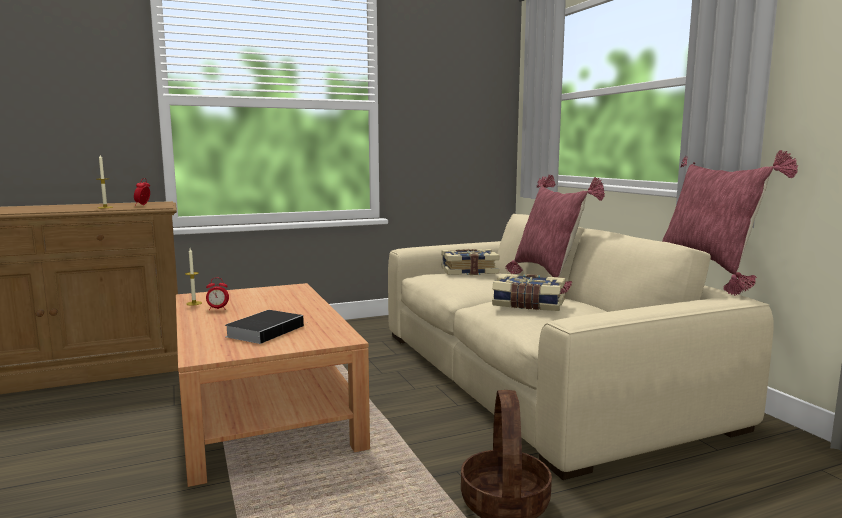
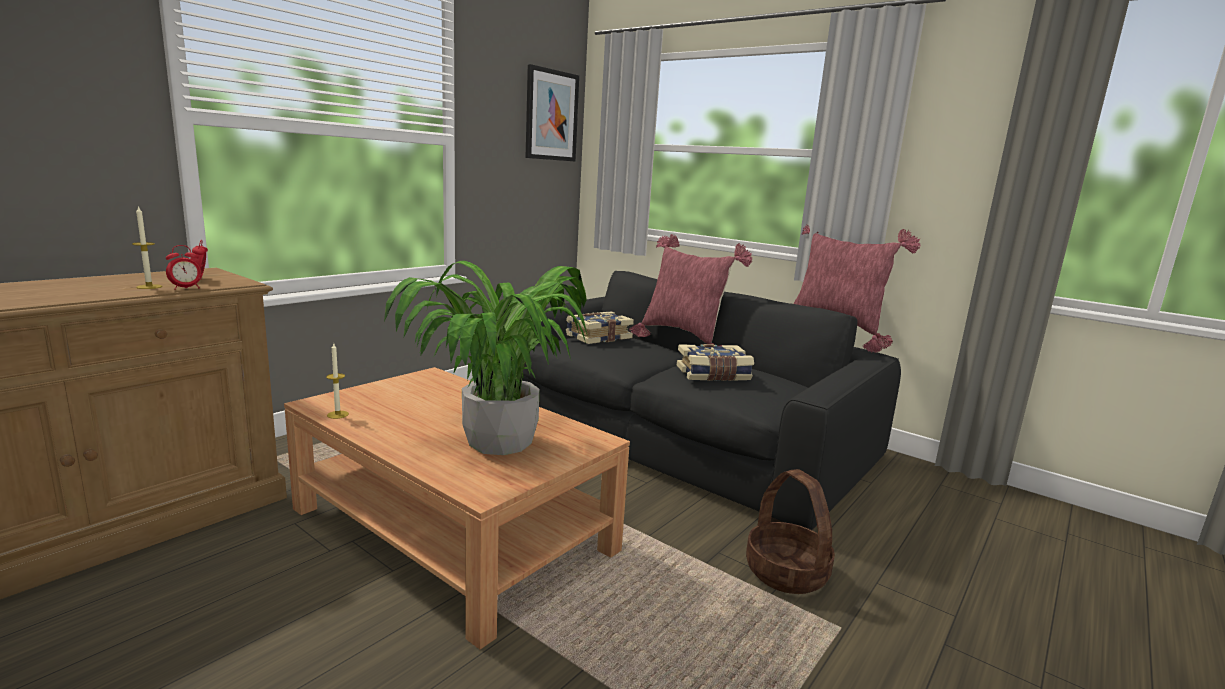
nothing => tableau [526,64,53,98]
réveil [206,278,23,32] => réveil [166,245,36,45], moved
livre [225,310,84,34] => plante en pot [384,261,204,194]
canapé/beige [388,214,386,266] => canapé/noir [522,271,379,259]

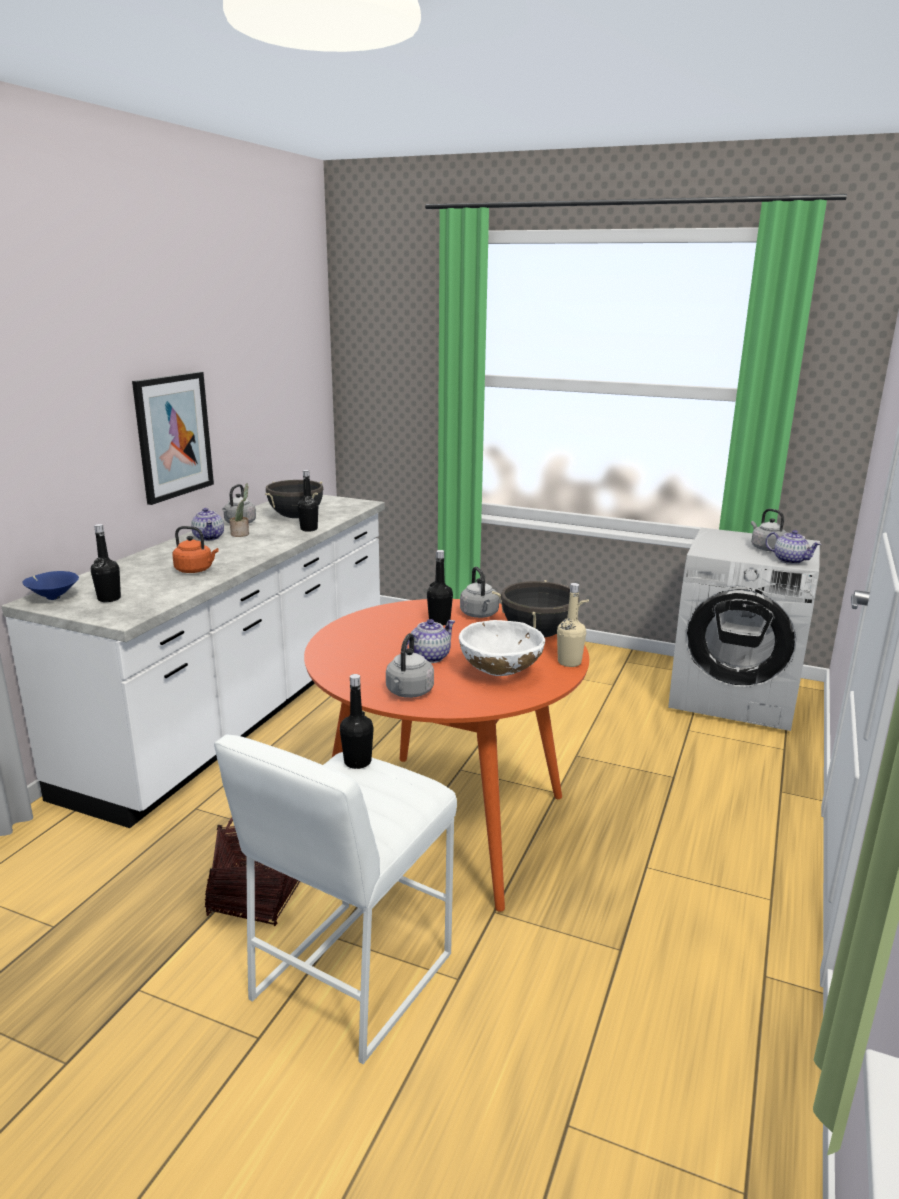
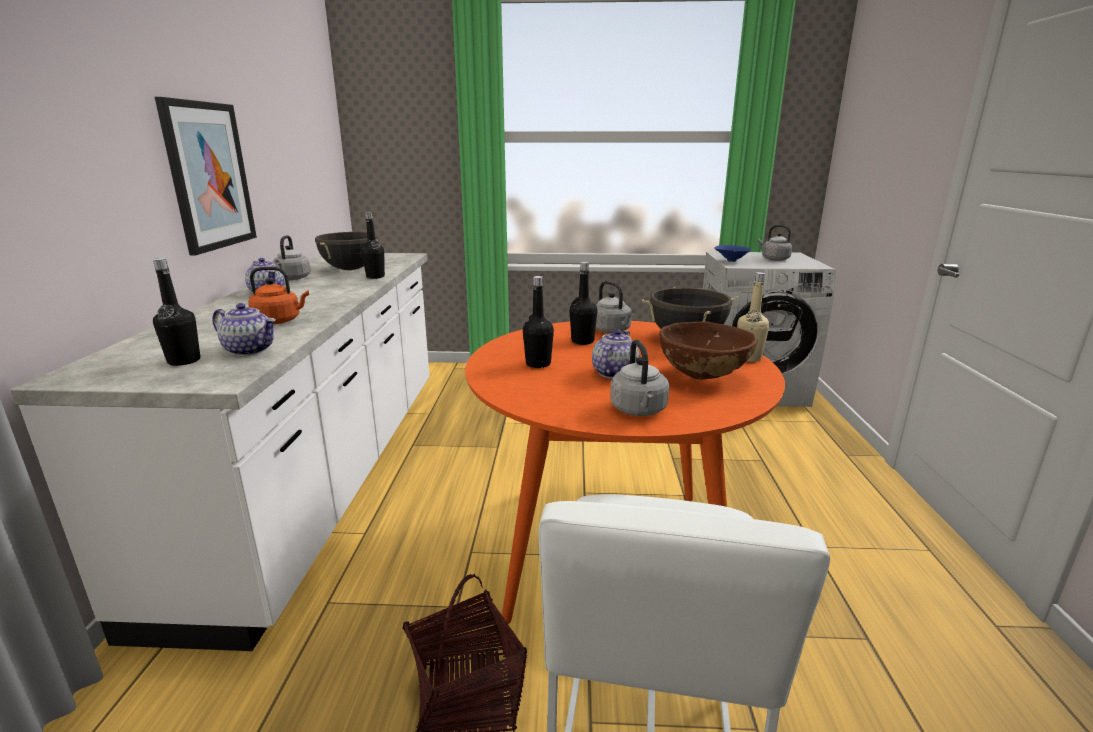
plante en pot [229,483,20,54] => nothing
bol/bleu [22,571,57,29] => bol/bleu [714,245,37,17], moved
bouteille/noir [340,674,34,95] => bouteille/noir [523,276,31,92], moved
théière [766,530,55,34] => théière [212,303,64,53], moved
bol/blanc [459,620,86,56] => bol/marron [659,322,99,58]

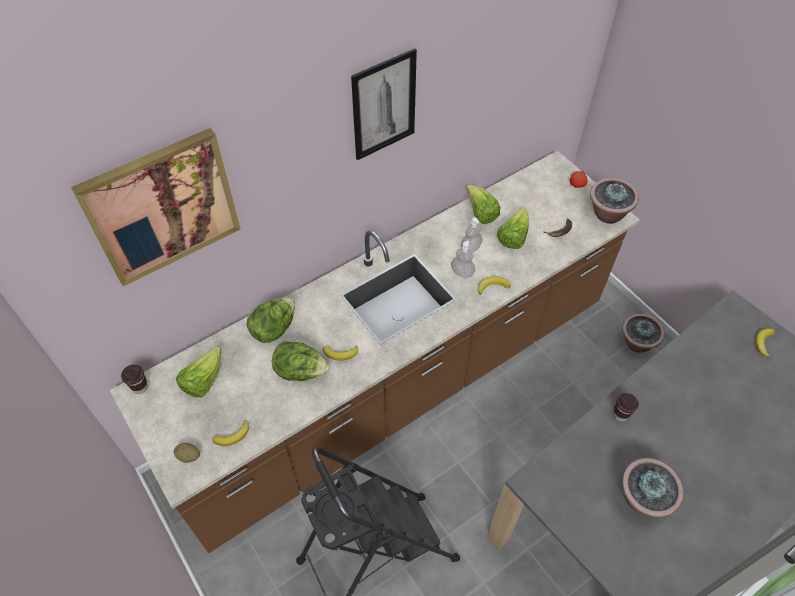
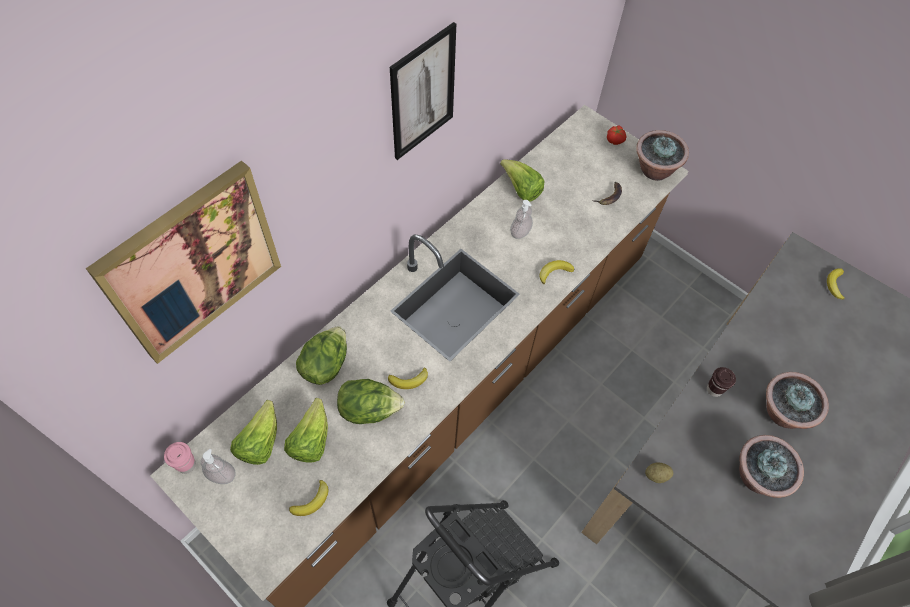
pomme de terre [174,443,26,20] => pomme de terre [645,463,28,20], moved
distributeur de savon [451,241,24,37] => distributeur de savon [200,449,36,35], moved
laitue [497,207,32,42] => laitue [284,398,44,65], moved
plante en pot [622,314,43,39] => plante en pot [766,372,63,57], moved
tasse/marron [121,364,27,30] => tasse/rose [164,442,32,32]

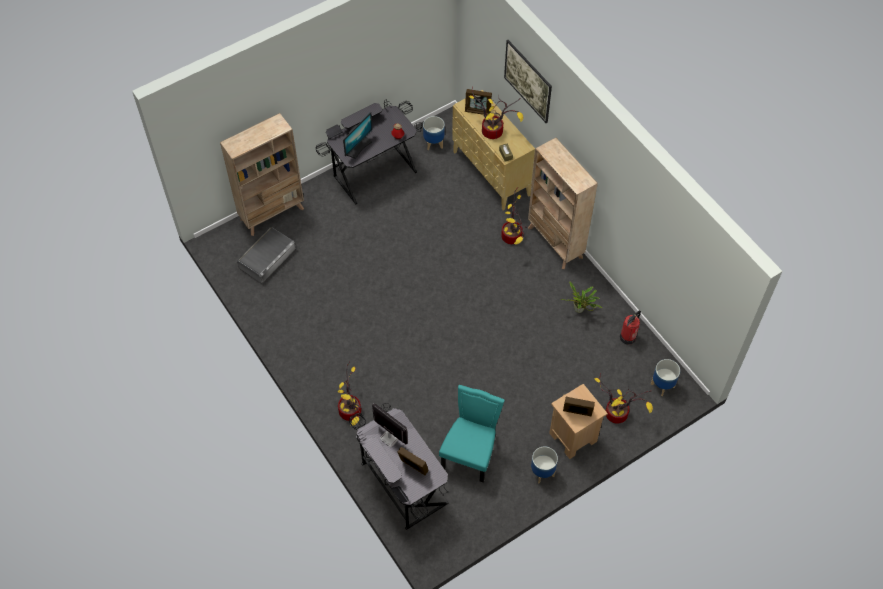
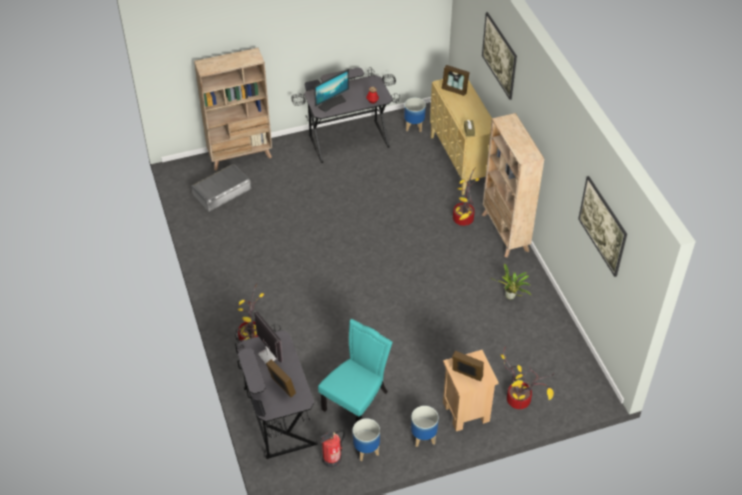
plante en pot [469,88,55,51] => nothing
nothing => tableau [578,176,49,101]
extincteur [620,311,21,34] => extincteur [321,429,25,38], moved
cache-pot [651,359,29,37] => cache-pot [353,418,27,43], moved

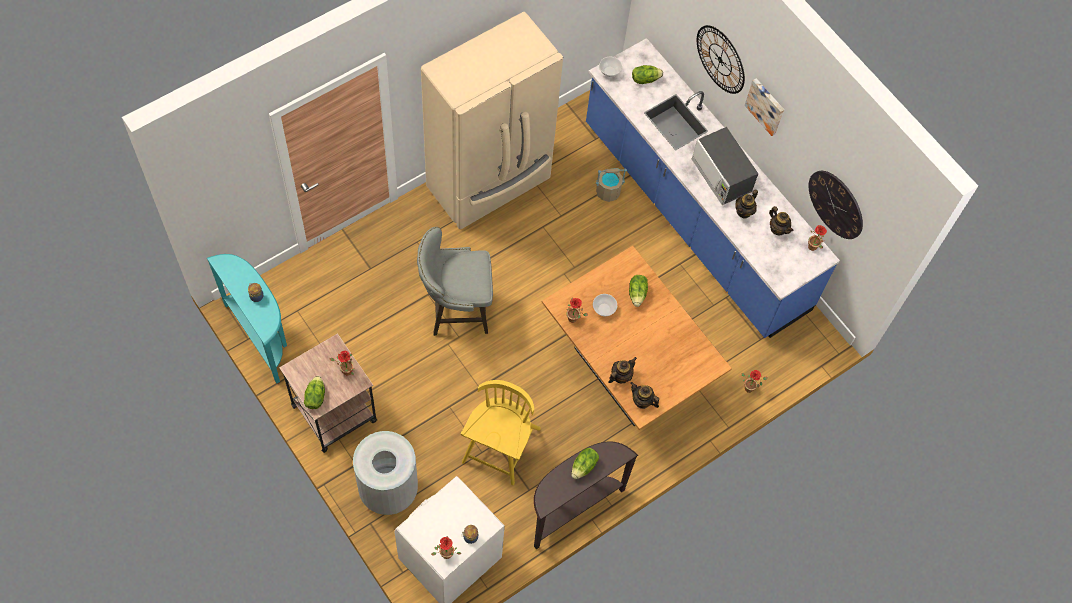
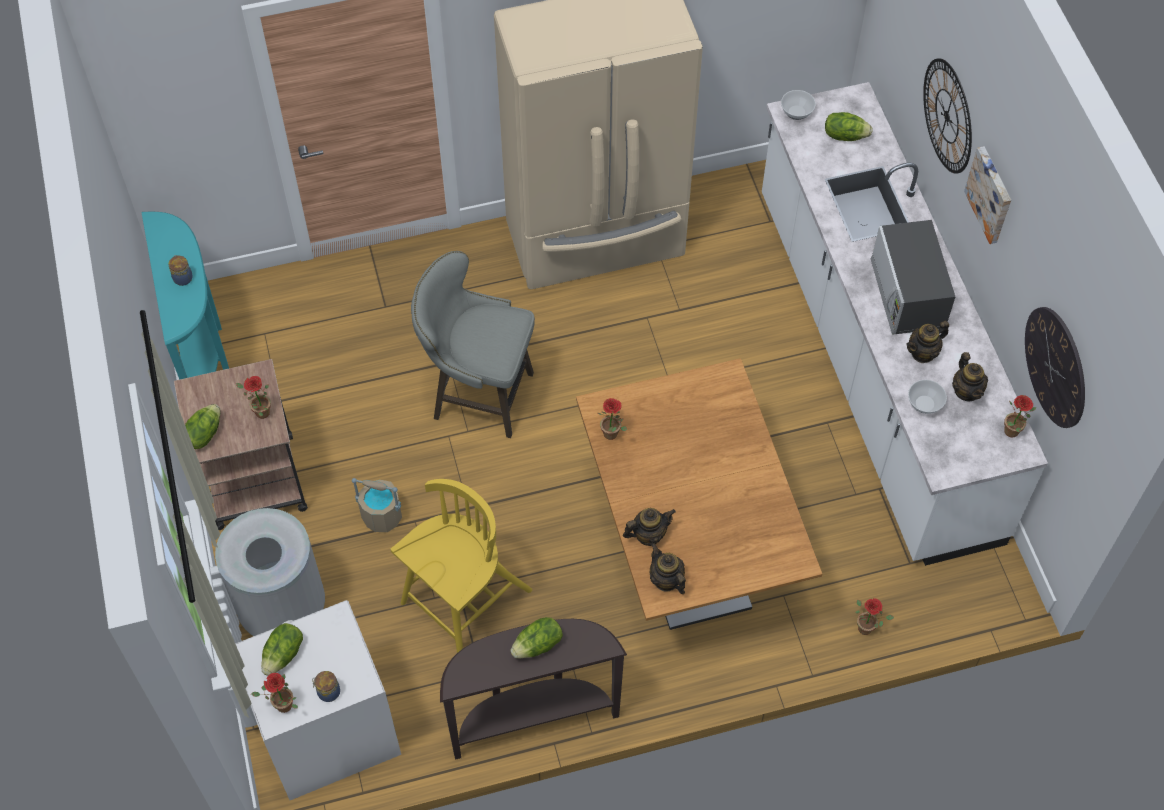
bol [593,294,24,22] => bol [908,380,39,34], moved
seau/beige [596,168,31,34] => seau/beige [352,478,50,54], moved
laitue [629,275,19,32] => laitue [261,623,42,53], moved
comptoir de cuisine/bleu [586,38,254,300] => comptoir de cuisine/blanc [762,82,286,484]

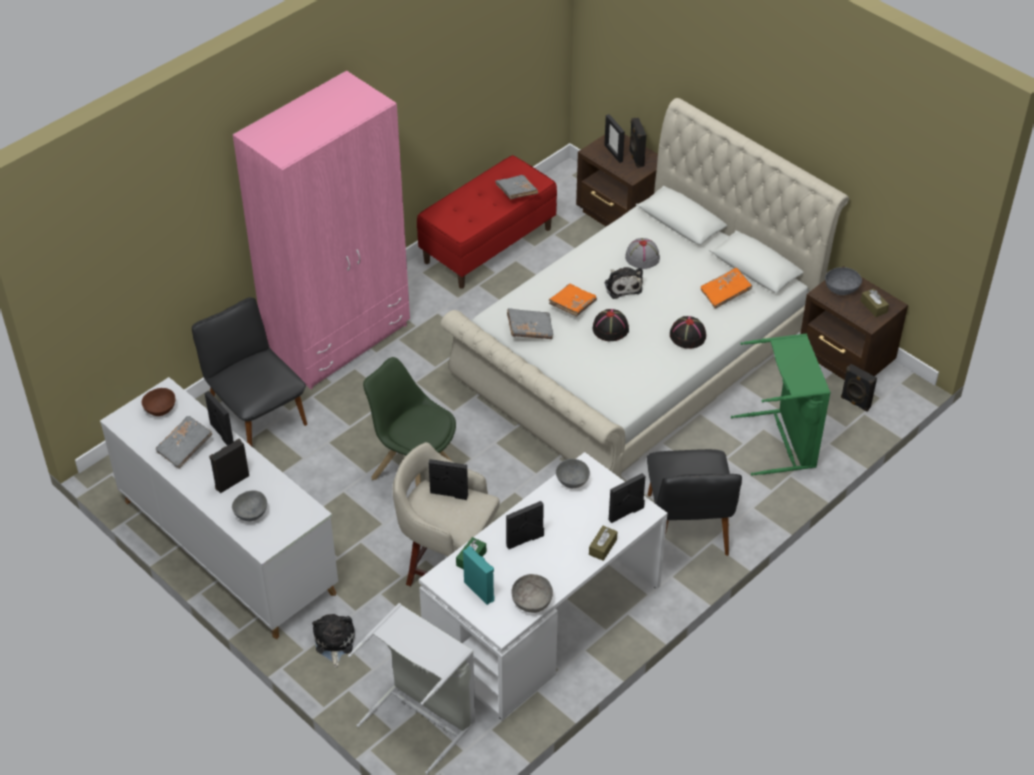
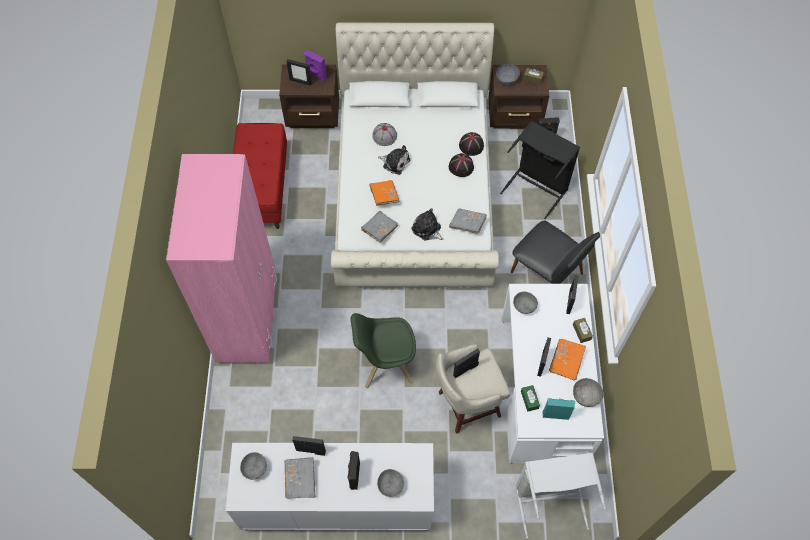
chaise/noir [192,297,115,149] => nothing
peluche [312,614,43,53] => peluche [412,208,32,32], moved
livre/gris [495,175,43,25] => livre/gris [449,208,38,26], moved
chapeau/noir [593,309,36,32] => chapeau/noir [459,132,25,24], moved
livre/orange [701,268,51,41] => livre/orange [549,339,37,42], moved
bol/marron [142,388,33,28] => bol/gris [240,452,27,28]
enceinte/noir [629,118,17,50] => enceinte/violet [304,50,23,31]
panier à linge/vert [731,333,100,143] => panier à linge/noir [500,121,80,98]

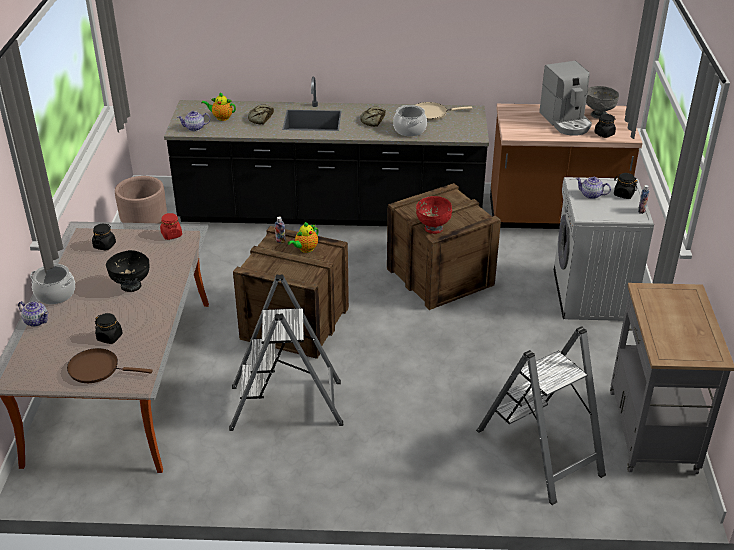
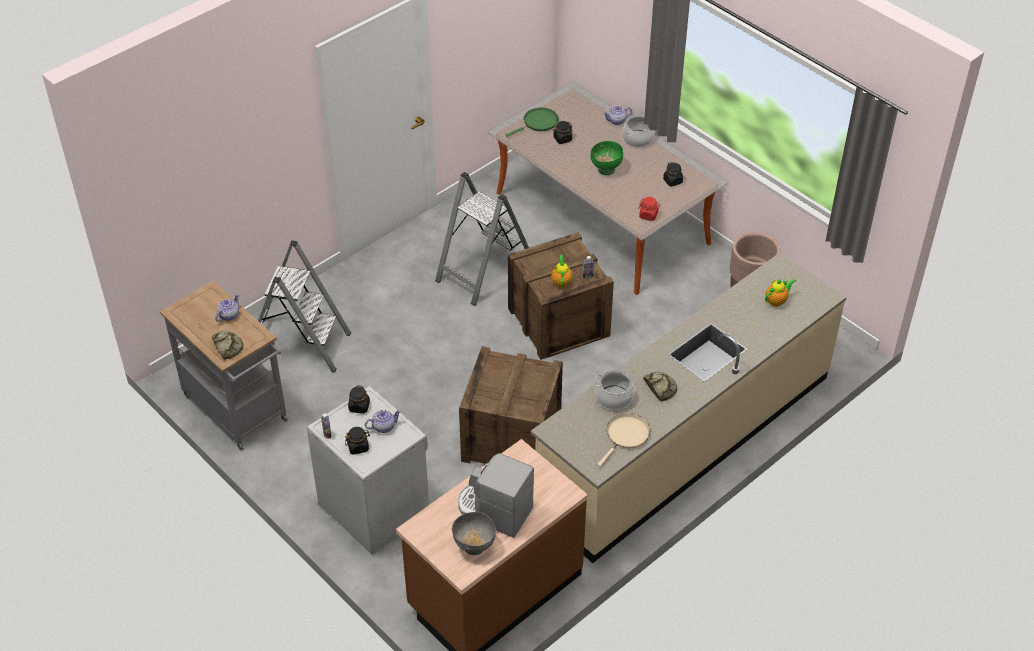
bol/rouge [416,196,36,38] => nothing
théière [177,111,33,20] => théière [215,294,24,28], moved
pain [248,104,26,21] => pain [212,331,31,29], moved
bocal/noir [594,114,22,24] => bocal/noir [348,385,22,28], moved
poêle/marron [67,348,85,35] => poêle/vert [506,108,53,29]
bol/noir [106,250,44,42] => bol/vert [591,141,32,34]
comptoir de cuisine/noir [164,77,325,149] => comptoir de cuisine/beige [531,253,315,310]

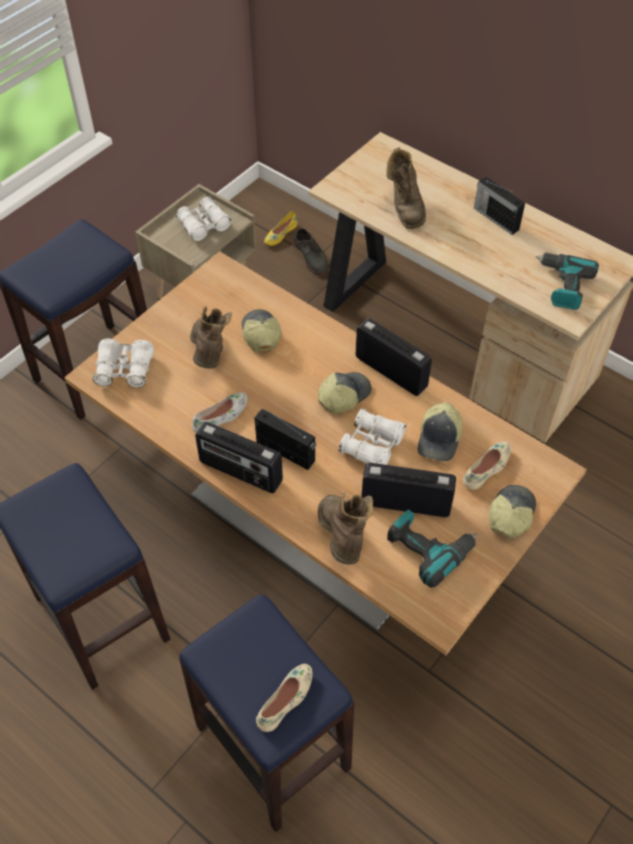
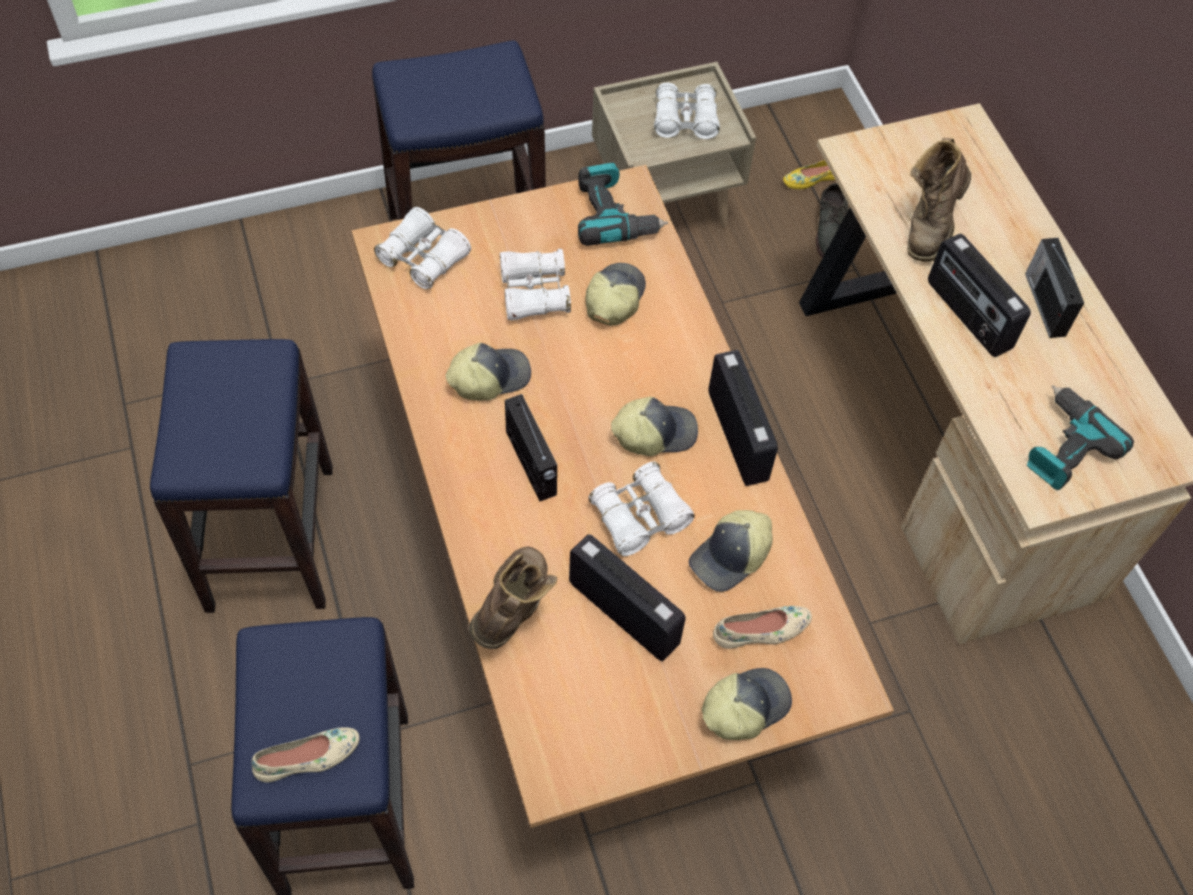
radio [195,422,88,71] => radio [928,234,103,123], moved
perceuse [387,510,90,78] => perceuse [578,163,90,83], moved
botte/marron [190,306,42,62] => jumelles/blanc [500,248,71,73]
chaussure/blanc [192,392,55,41] => casquette [445,343,86,58]

